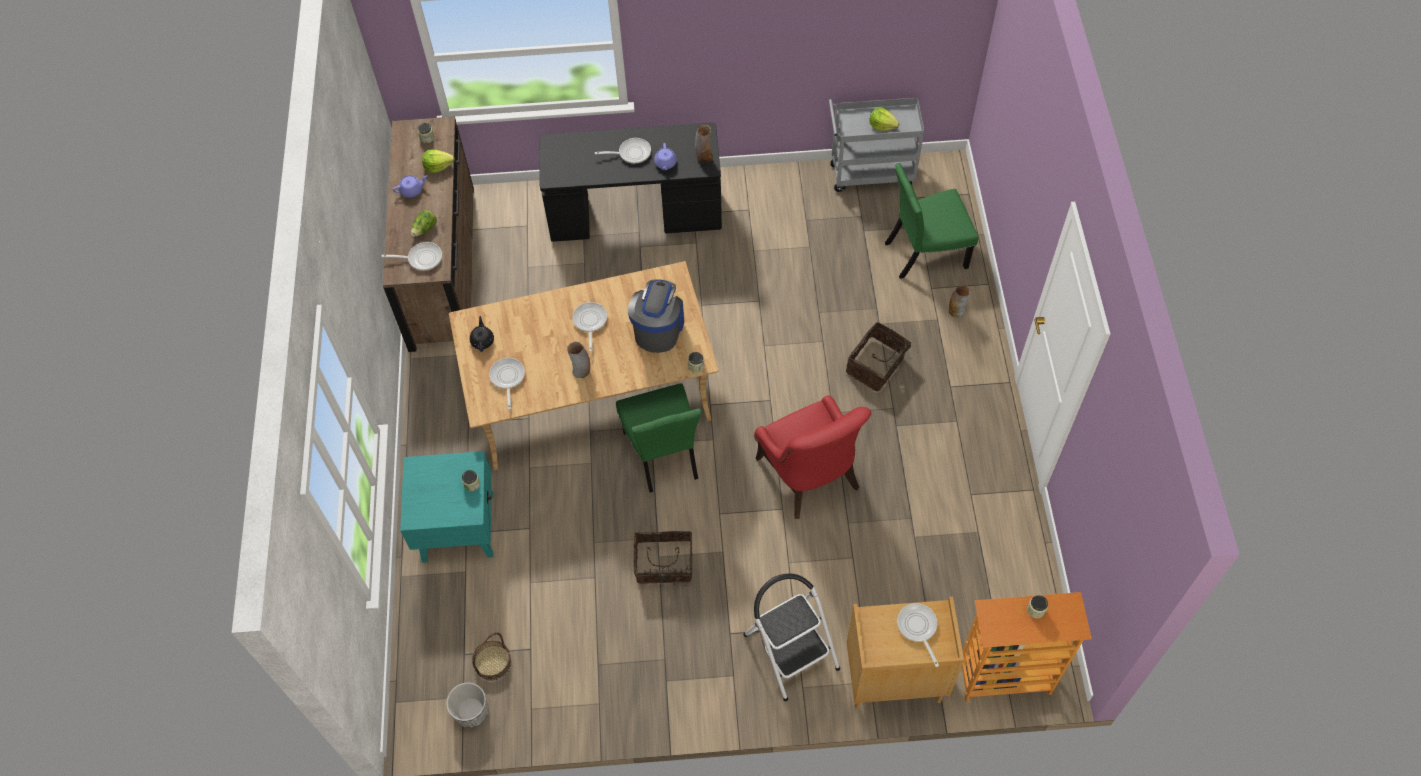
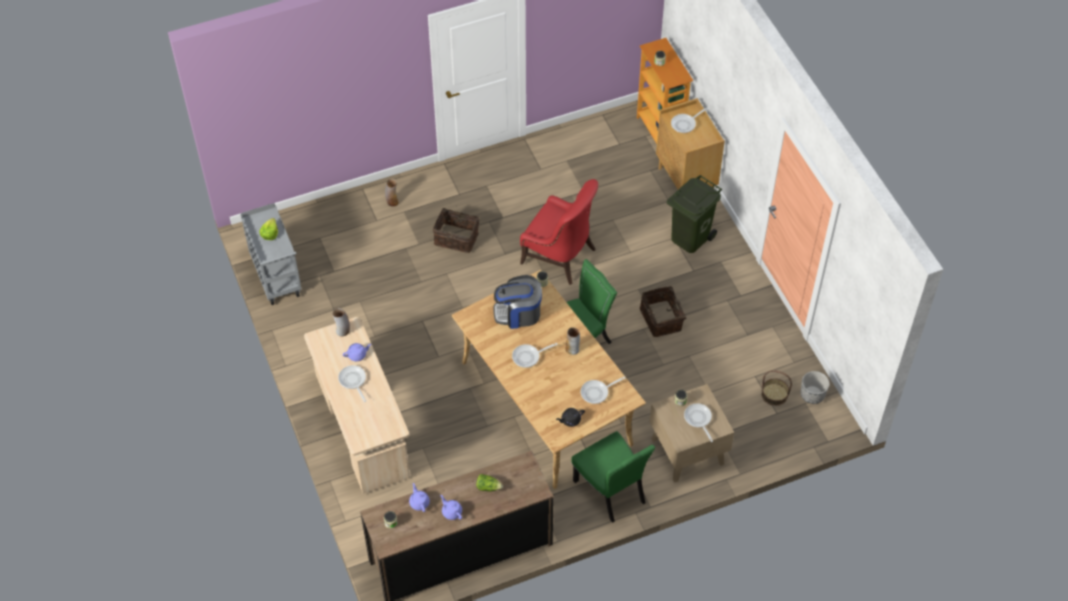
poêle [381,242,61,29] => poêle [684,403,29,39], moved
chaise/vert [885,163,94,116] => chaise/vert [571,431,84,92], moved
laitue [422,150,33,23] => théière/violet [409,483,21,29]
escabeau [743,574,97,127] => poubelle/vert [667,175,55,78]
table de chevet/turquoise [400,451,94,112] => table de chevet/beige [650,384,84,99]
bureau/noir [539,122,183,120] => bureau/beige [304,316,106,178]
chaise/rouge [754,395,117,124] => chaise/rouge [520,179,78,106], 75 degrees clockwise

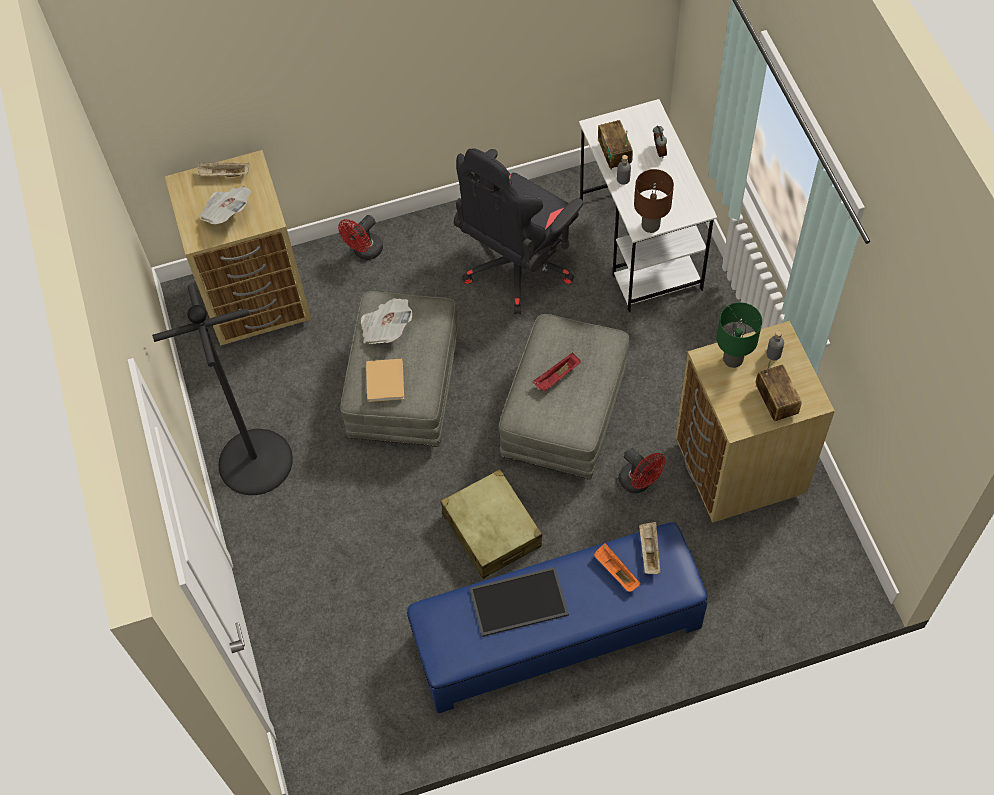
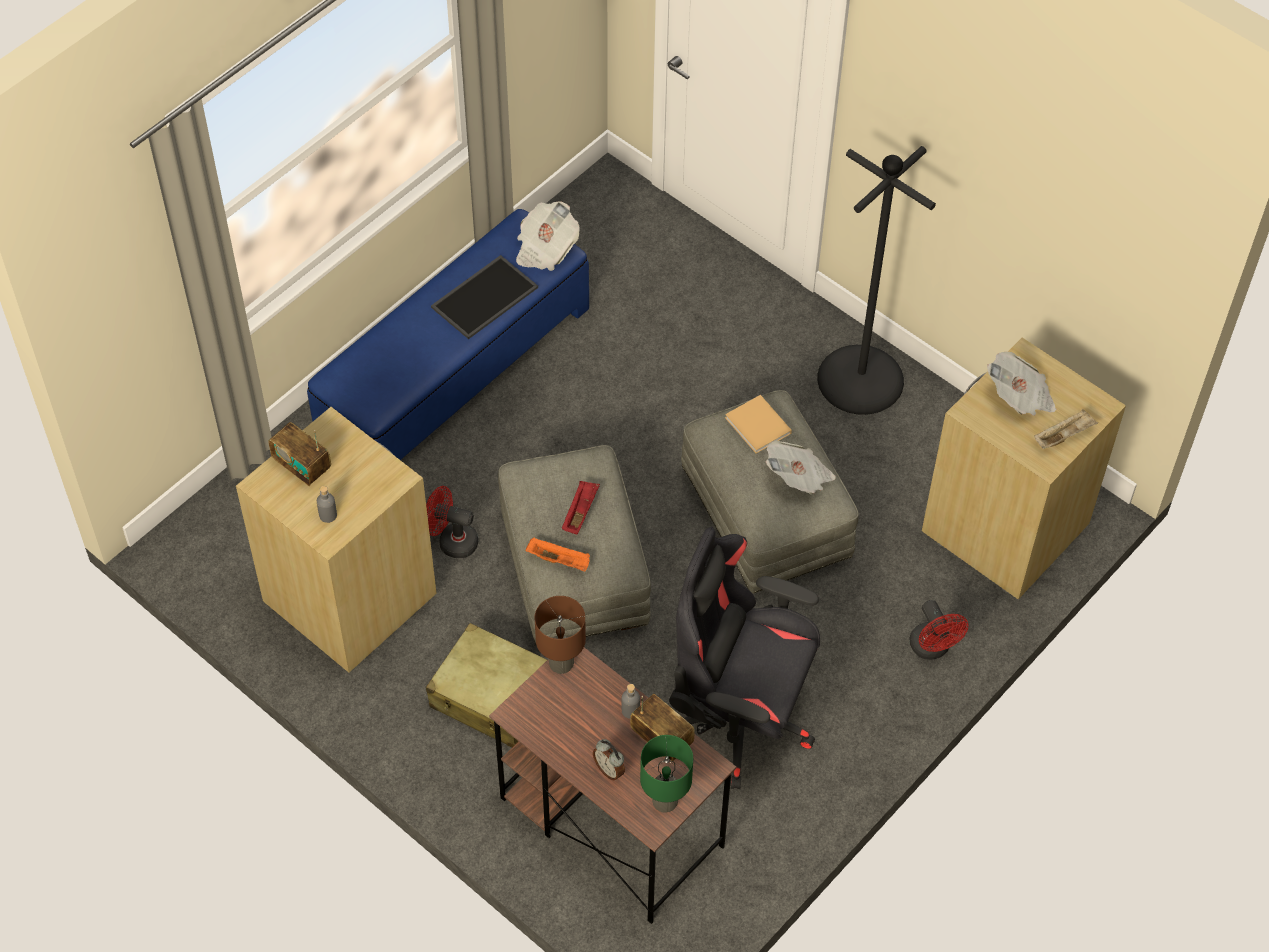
plateau/beige [639,522,21,52] => nothing
nothing => journal [516,201,64,70]
valise/beige [441,469,101,110] => valise/beige [426,623,121,124], moved
plateau/orange [594,543,47,49] => plateau/orange [526,537,64,35], moved
lampe de table/vert [717,302,45,66] => lampe de table/vert [640,735,53,78], moved
bureau/blanc [579,99,138,213] => bureau/marron [489,647,247,277]
ventilateur/rouge [338,215,45,45] => ventilateur/rouge [910,600,59,60], 150 degrees clockwise
chaise de bureau/noir [454,149,129,165] => chaise de bureau/noir [669,527,151,262], 75 degrees counterclockwise

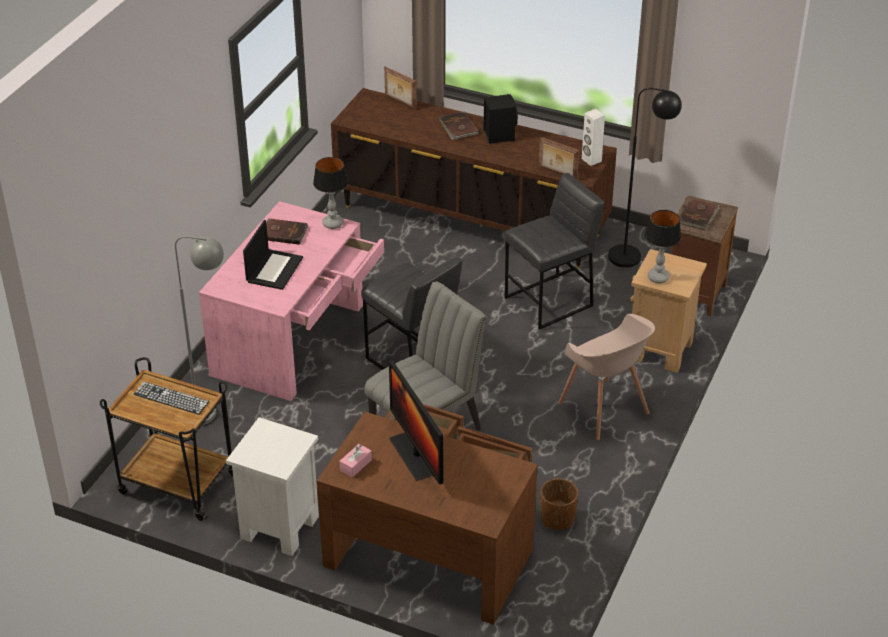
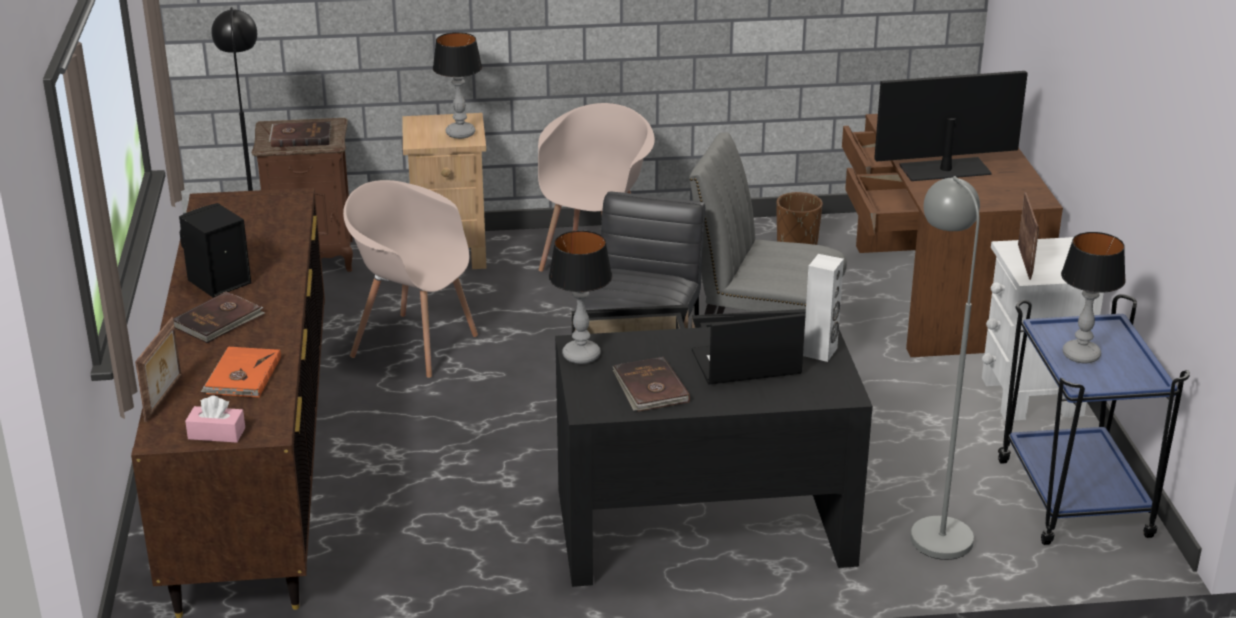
nothing => livre/orange [201,347,80,51]
boîte à mouchoirs/rose [339,444,33,33] => boîte à mouchoirs/rose [185,396,60,47], moved
cadre photo [539,137,40,42] => cadre photo [1018,192,21,88], moved
enceinte/blanc [582,109,23,57] => enceinte/blanc [803,254,41,108], moved
clavier [133,382,76,33] => lampe de table [1061,232,65,131]
tabouret/gris [505,173,99,157] => chaise/beige [343,180,135,198]
chariot/marron [100,357,133,164] => chariot/bleu [998,294,192,251]
bureau/rose [199,201,185,200] => bureau/noir [555,304,318,283]
écran d'ordinateur [389,360,55,125] => écran d'ordinateur [874,71,154,110], 135 degrees counterclockwise

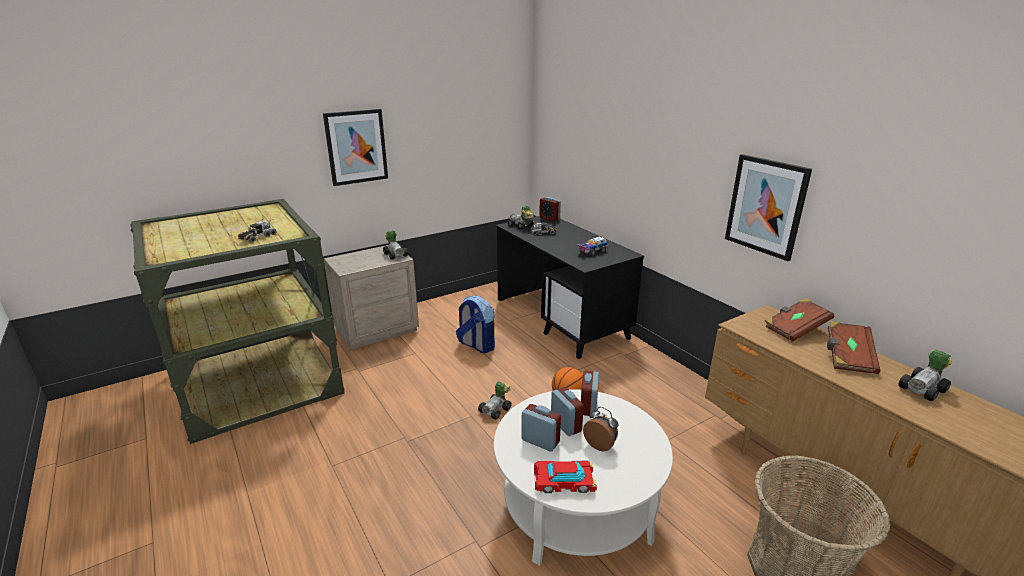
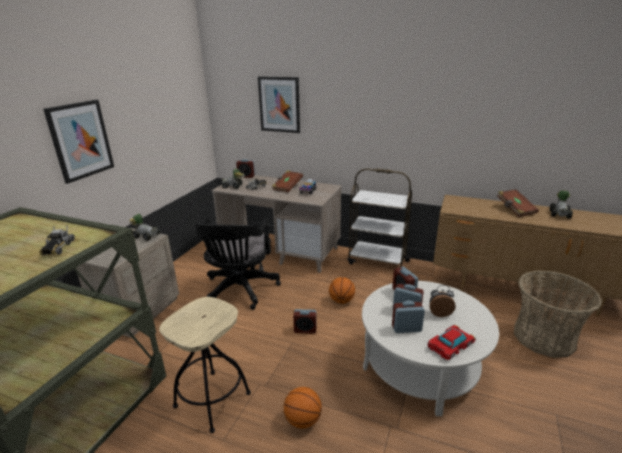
nothing => tabouret/beige [159,297,92,136]
nothing => ballon de basket [284,387,38,42]
nothing => chariot/blanc [348,168,64,99]
tableau [725,154,87,107] => tableau [258,76,42,57], moved
livre/marron [765,298,69,44] => livre/marron [272,170,31,22], moved
sac à dos [456,296,39,57] => chaise de bureau/noir [194,217,87,93]
petite voiture [478,382,34,37] => réveil [293,309,24,25]
bureau/noir [496,216,148,143] => bureau/beige [212,175,130,98]

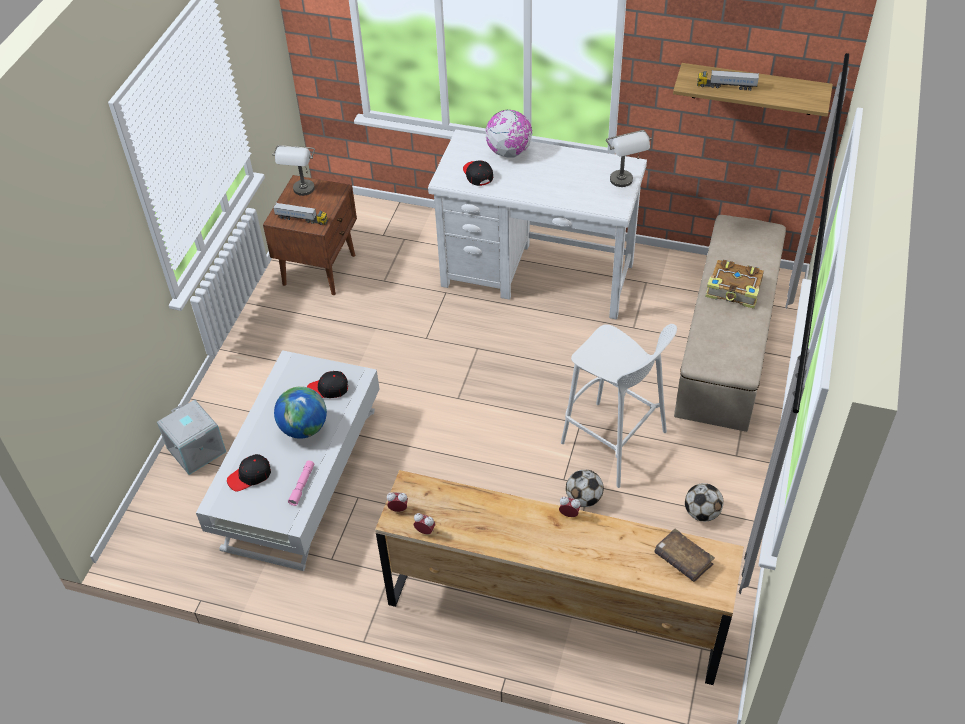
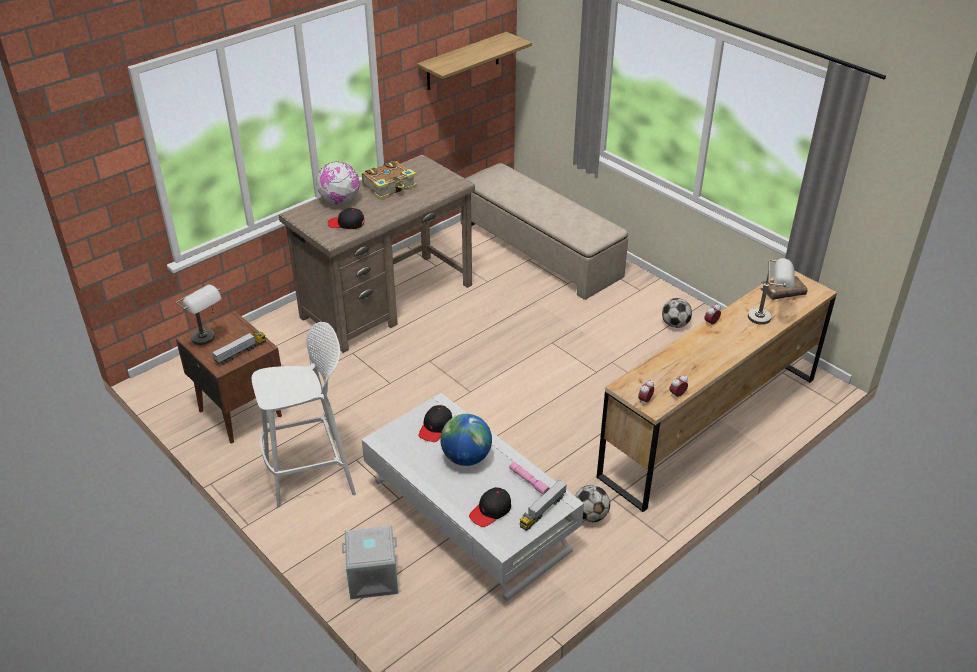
tabouret/blanc [561,324,116,164] => tabouret/blanc [252,322,104,185], moved
ballon de foot [566,470,38,37] => ballon de foot [575,485,35,37], moved
lampe de table/gris [606,130,46,57] => lampe de table/gris [748,258,47,67], moved
camion jouet [697,70,62,21] => camion jouet [519,480,48,51], moved
livre [705,260,59,49] => livre [362,161,55,39], moved
bureau/blanc [428,130,219,189] => bureau/marron [279,154,196,199]
casquette/noir [227,454,44,38] => casquette/noir [469,487,42,40], 45 degrees clockwise

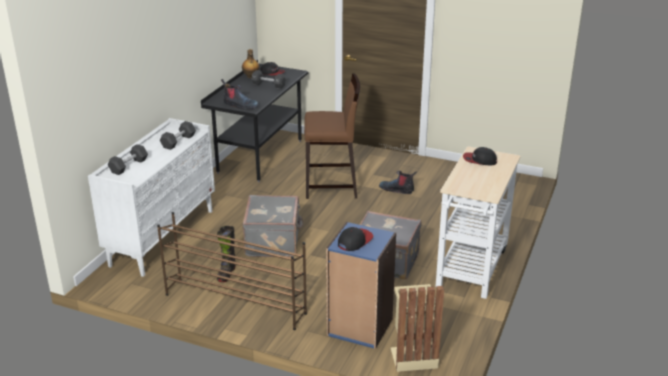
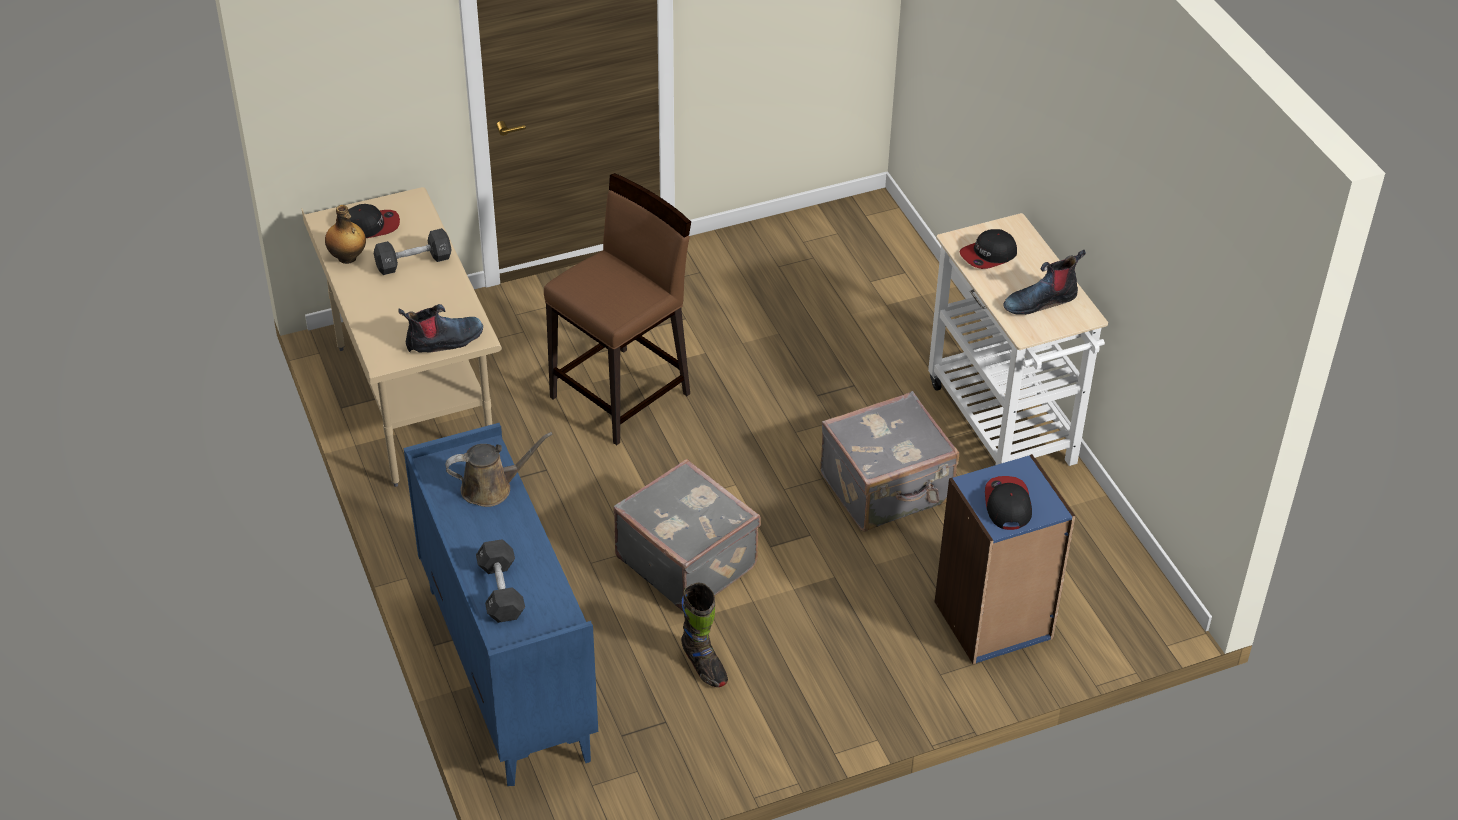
étagère à chaussures/marron [157,212,150,118] => nothing
poubelle/beige [391,284,53,88] => nothing
botte [379,170,38,24] => botte [1004,250,82,65], moved
haltère/noir [160,121,36,29] => arrosoir/marron [445,432,108,75]
meuble de rangement/blanc [88,118,127,159] => meuble de rangement/bleu [404,423,194,363]
bureau/noir [201,60,107,123] => bureau/beige [301,187,201,300]

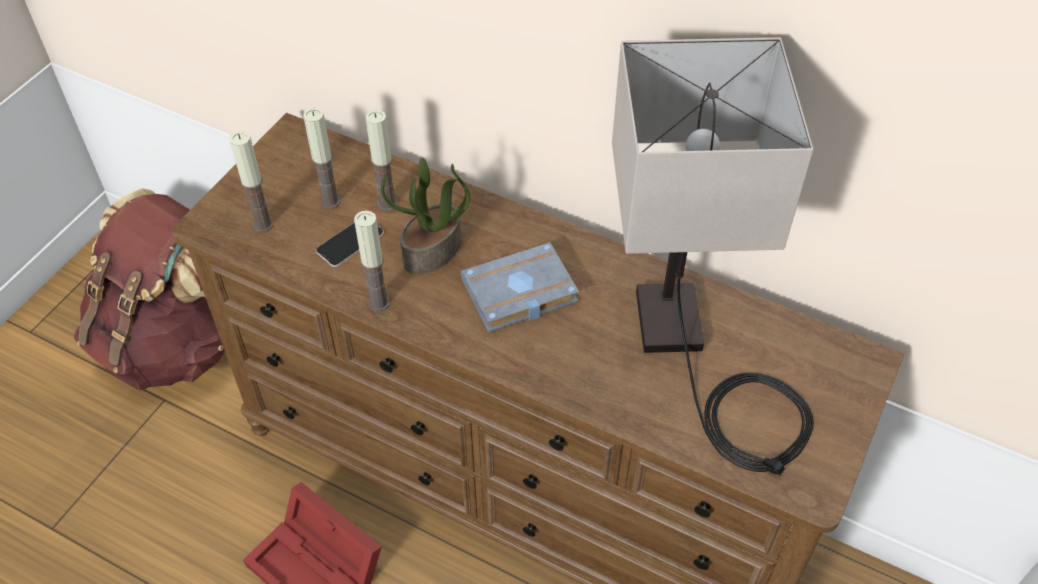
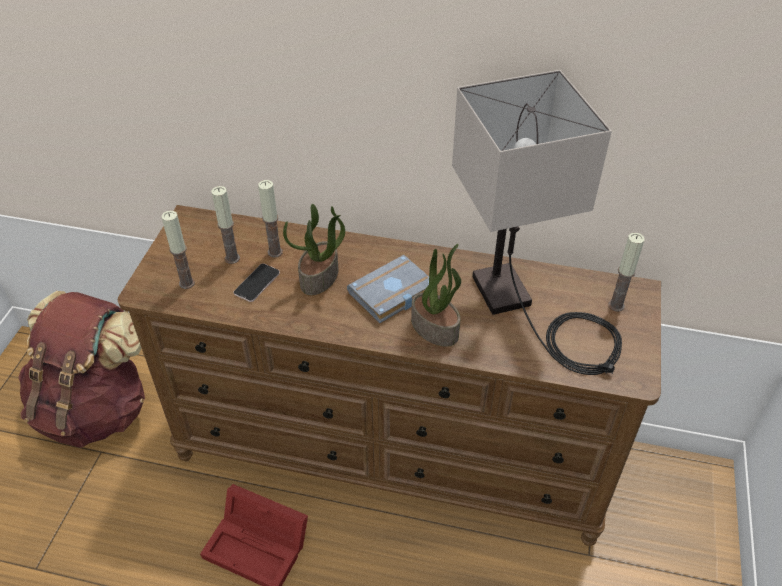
nothing => plante en pot [411,244,50,102]
bougie [354,210,36,102] => bougie [608,233,37,79], moved

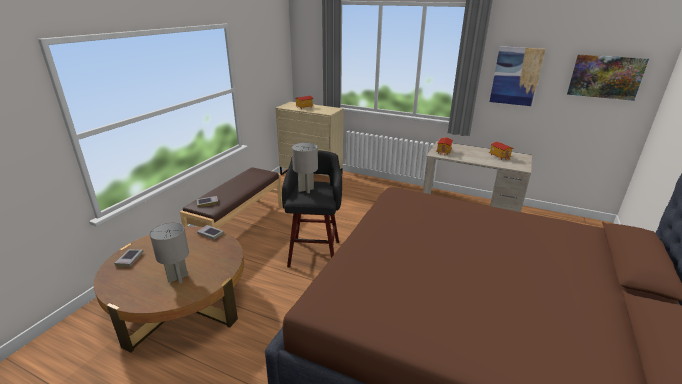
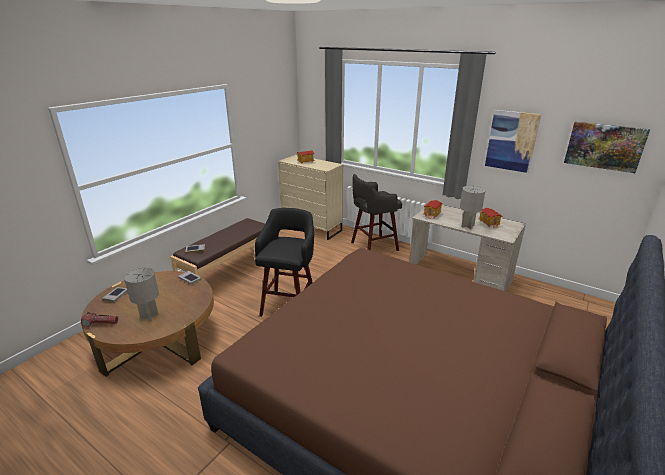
nothing => lampe de poche [81,312,37,15]
nothing => tabouret/gris [351,174,51,77]
lampe de table/gris [292,142,26,51] => lampe de table/gris [460,185,25,44], moved

